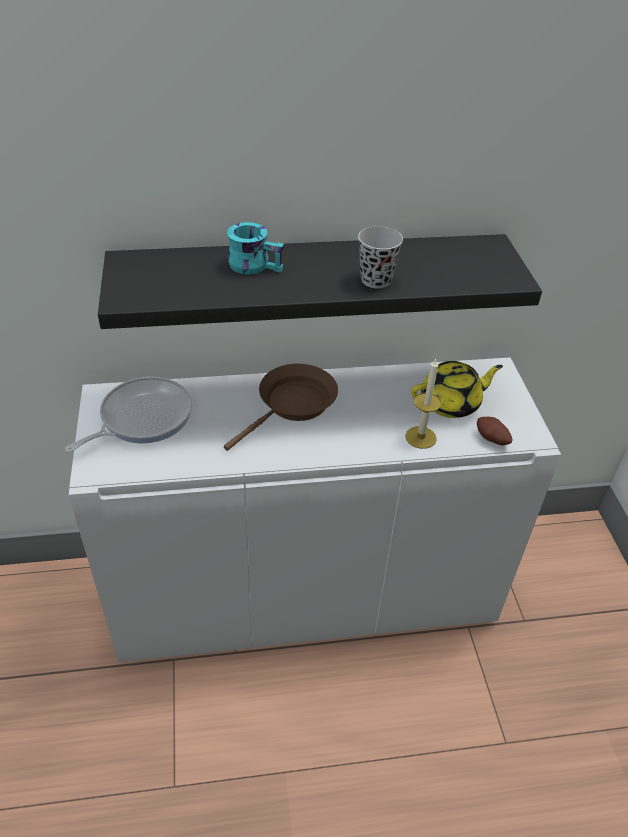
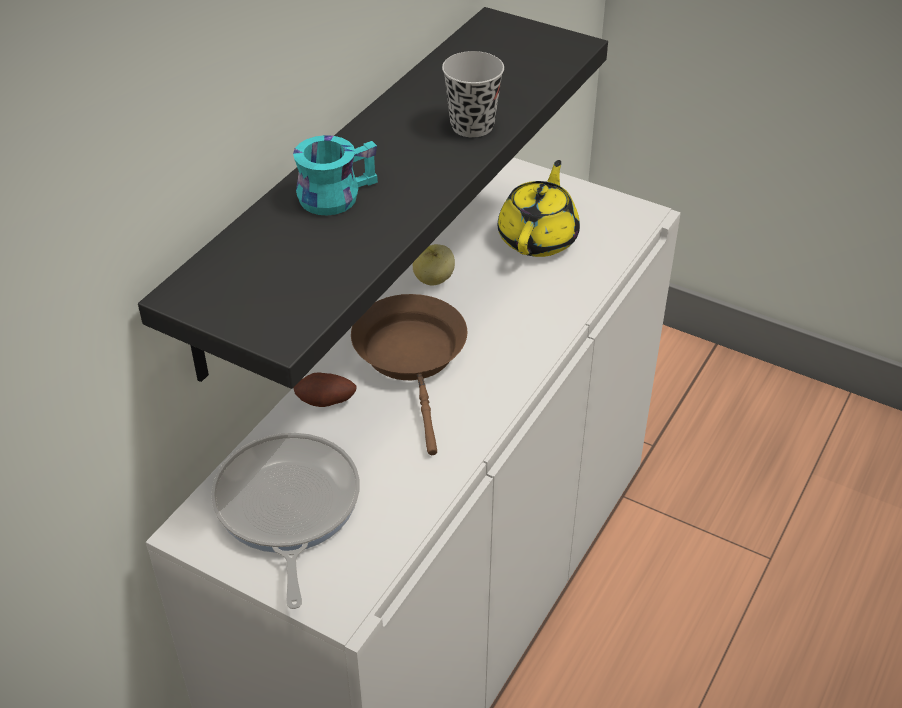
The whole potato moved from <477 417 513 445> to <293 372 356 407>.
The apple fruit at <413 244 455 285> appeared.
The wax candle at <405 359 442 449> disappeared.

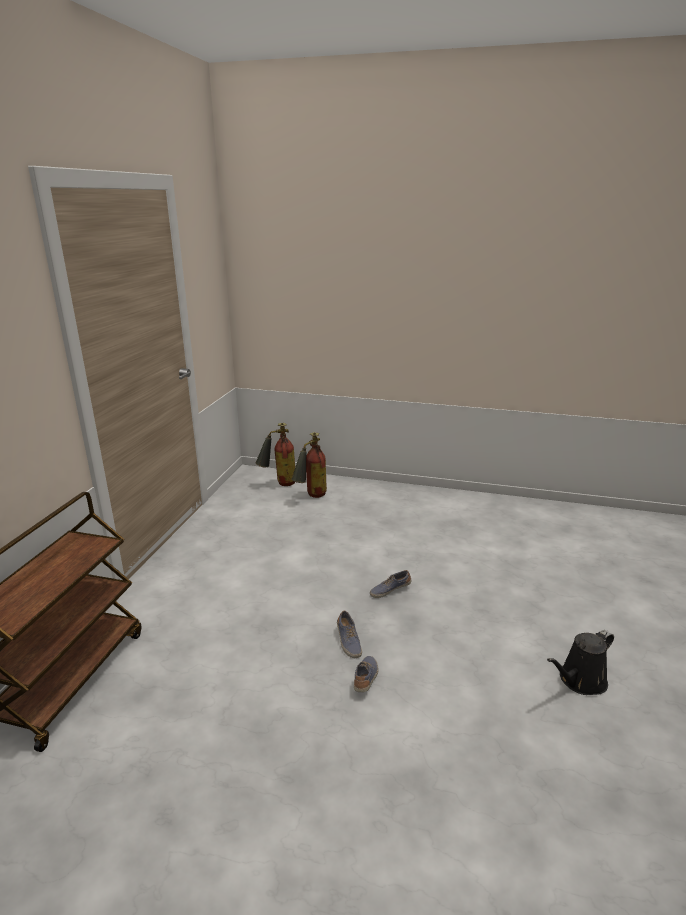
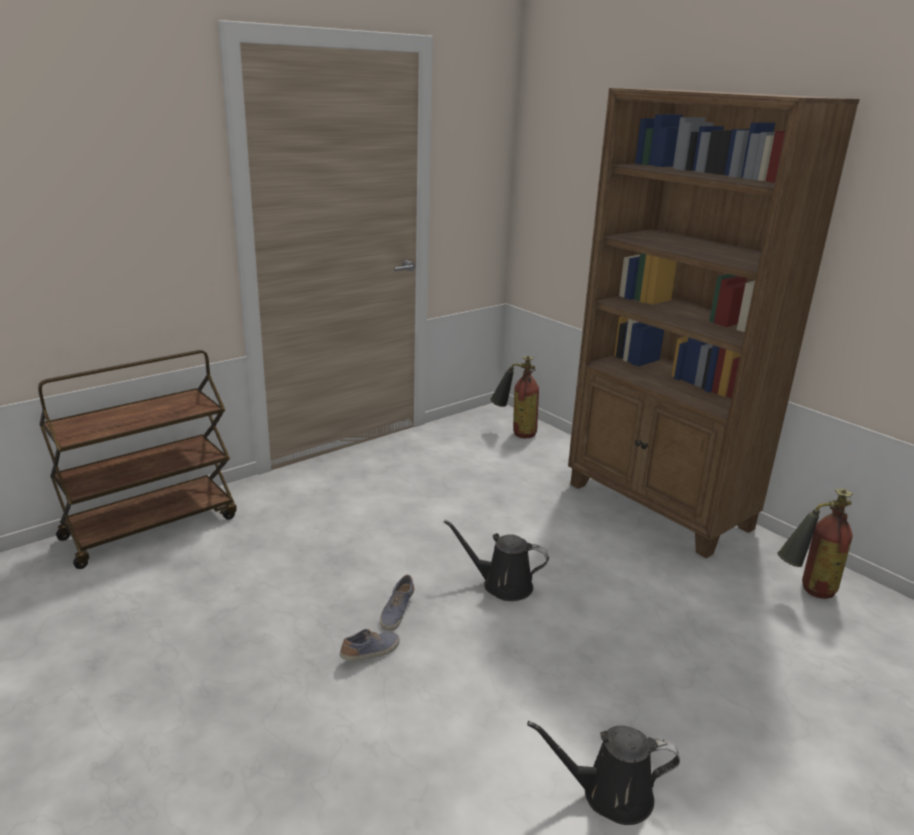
The item of footwear at <370 570 411 598> was replaced by the sprinkling can (black-coloured) at <444 520 549 601>.
The shelving unit (brownish) at <568 88 860 558> appeared.
The extinguisher moved from <291 432 327 498> to <777 488 853 599>.

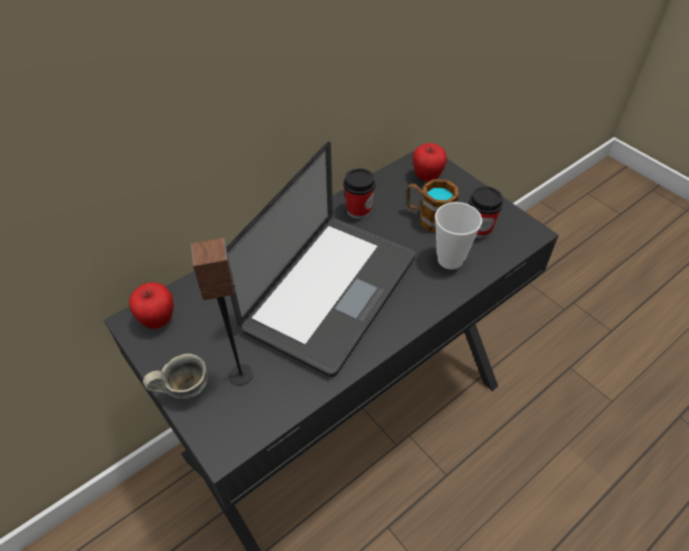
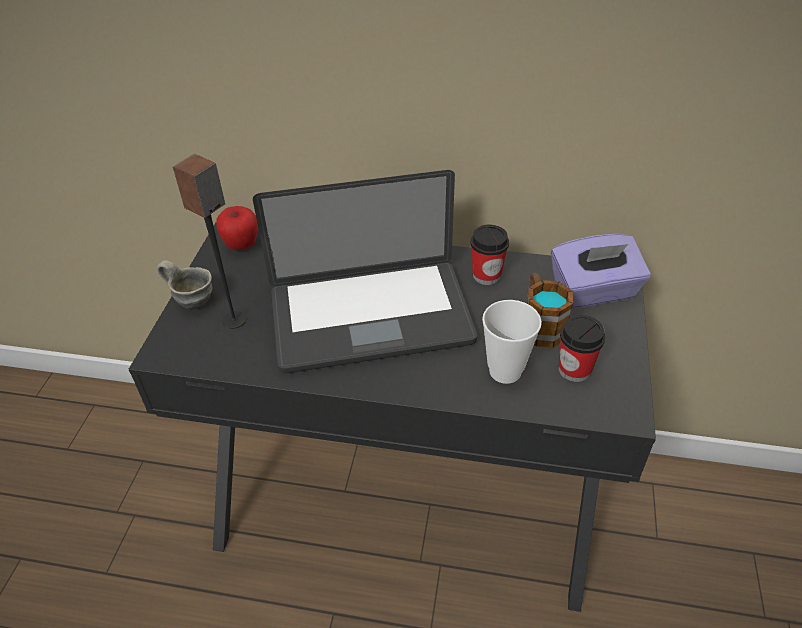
The apple fruit at <413 143 447 181> was replaced by the tissue box (purple-coloured) at <551 234 651 308>.

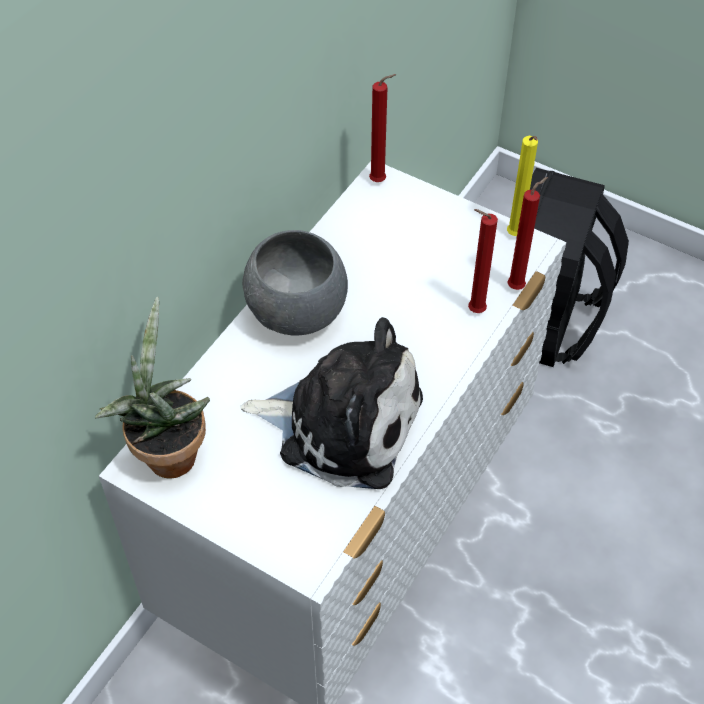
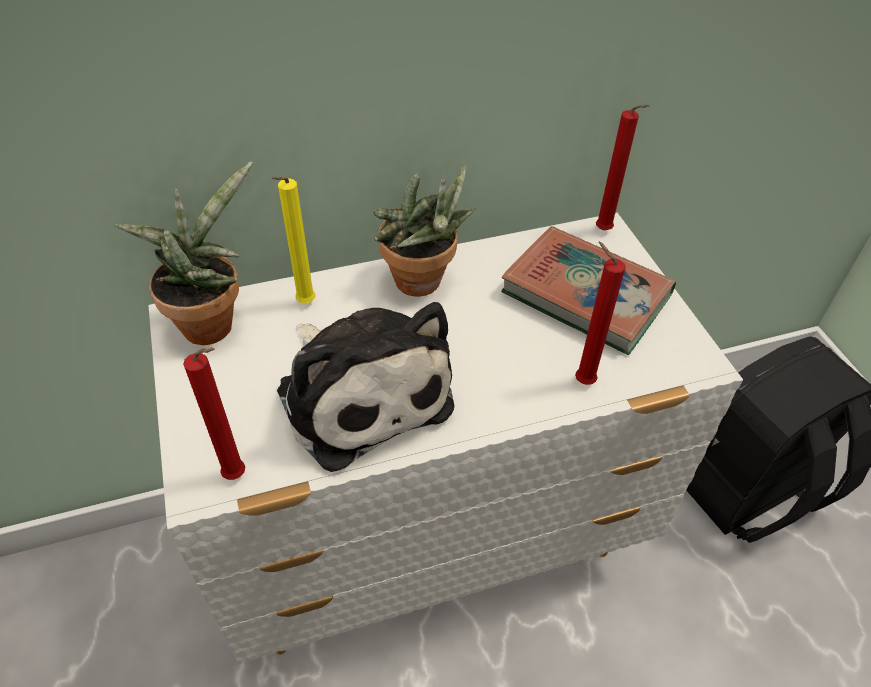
The wax candle (reddish) moved from <507 177 548 290> to <183 348 246 480>.
The wax candle (yellow) moved from <507 136 538 236> to <272 177 316 303>.
The serving bowl (gray) at <242 230 348 336> was replaced by the potted plant at <373 165 476 297>.
The book at <501 226 676 355> appeared.

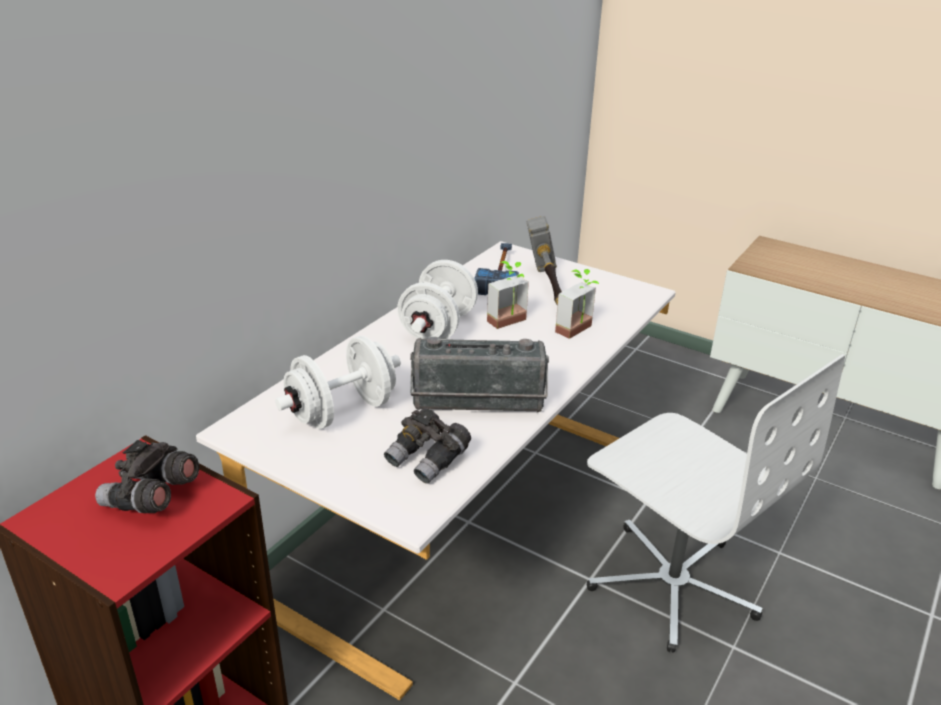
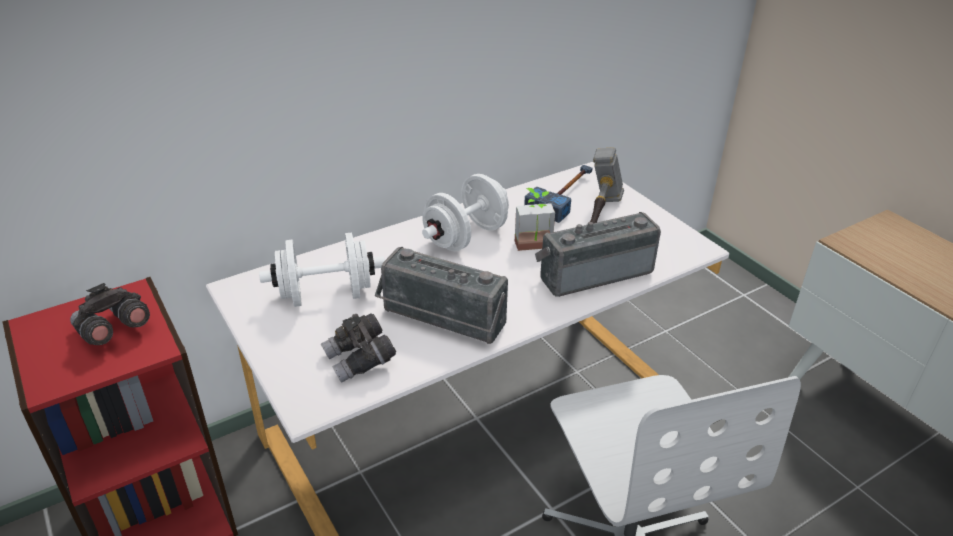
The potted plant at <555 269 599 339> was replaced by the radio set at <535 212 661 297>.

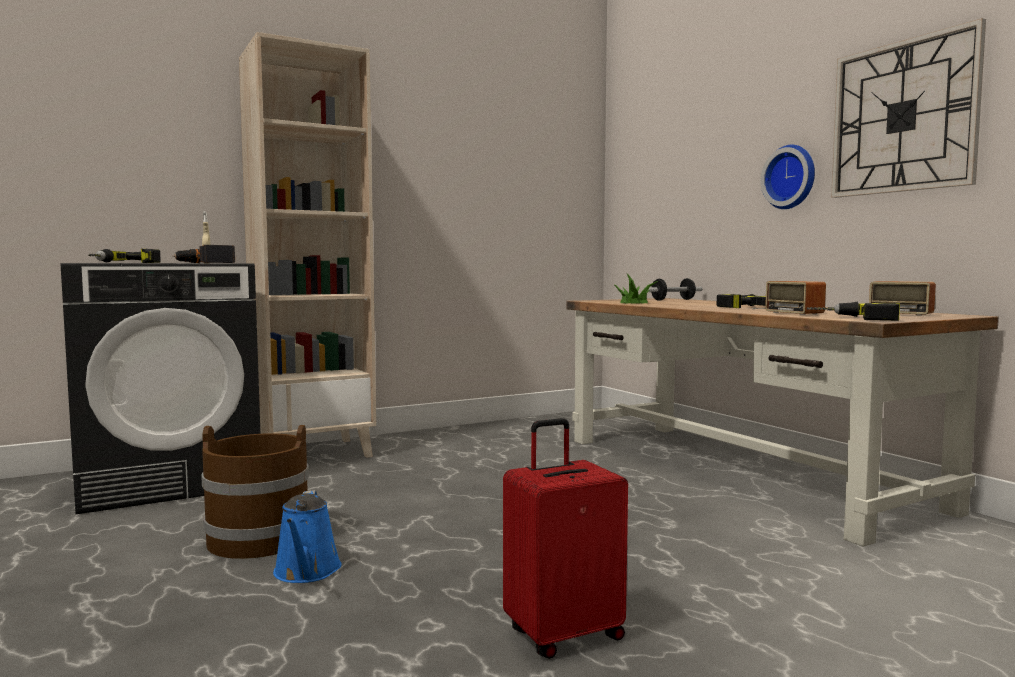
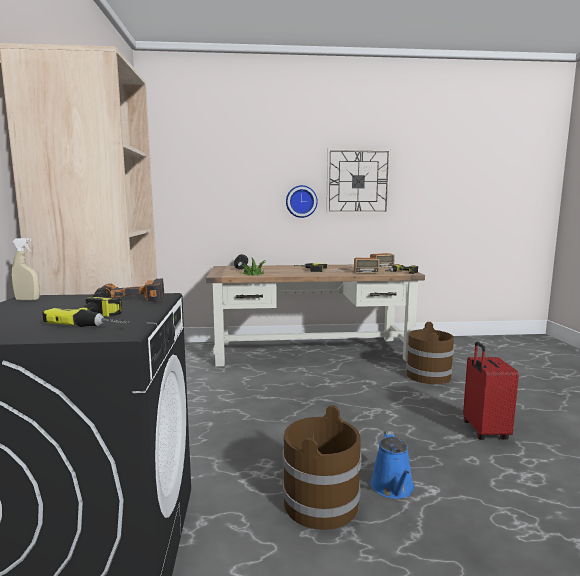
The sprinkling can (bluish) at <273 490 342 583> turned 75 degrees clockwise.
The pail (brownish) at <406 322 454 385> appeared.

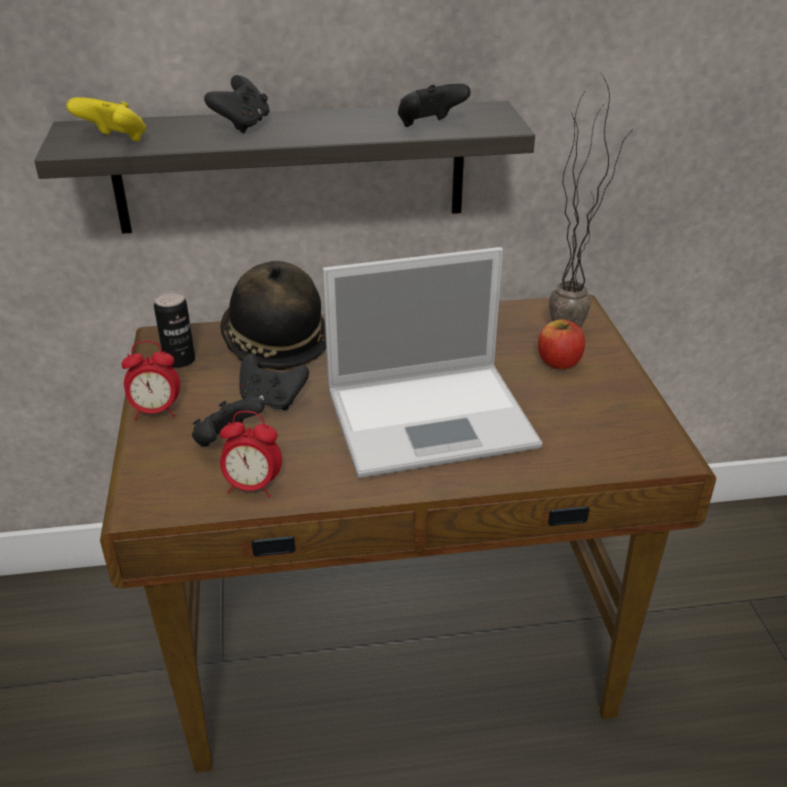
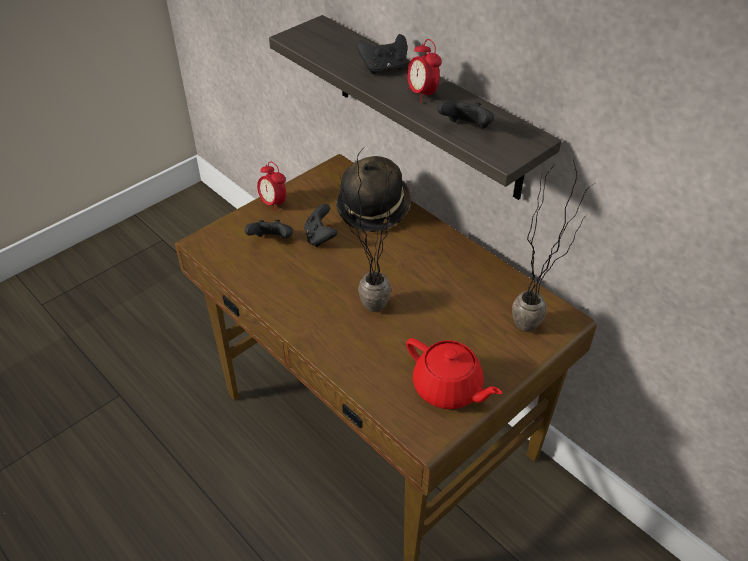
The laptop at <322 247 542 478> was replaced by the potted plant at <338 149 392 312>.
The tea pot (reddish) at <406 338 502 409> appeared.
The table clock moved from <220 411 282 497> to <407 39 442 102>.
The joypad (yellow) at <66 97 146 142> disappeared.
The sealed can at <154 291 195 368> disappeared.
The apple fruit at <538 319 585 369> disappeared.

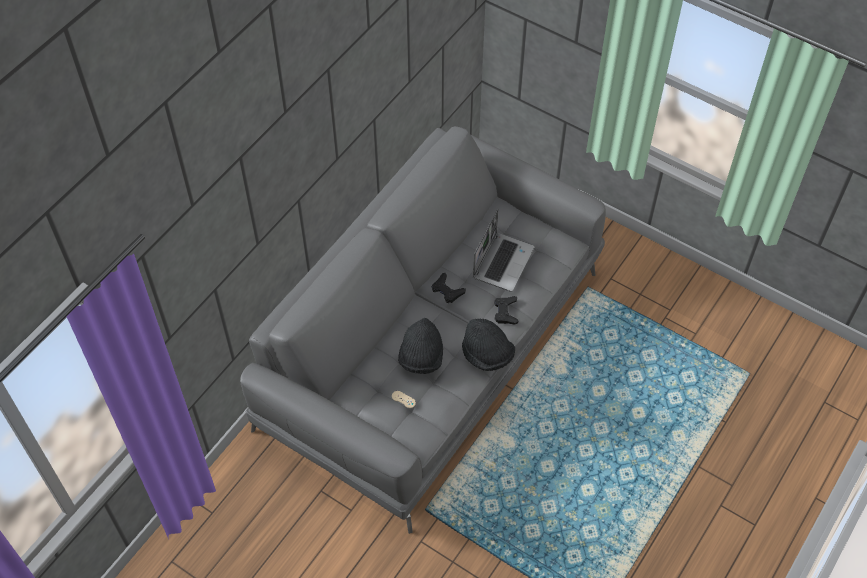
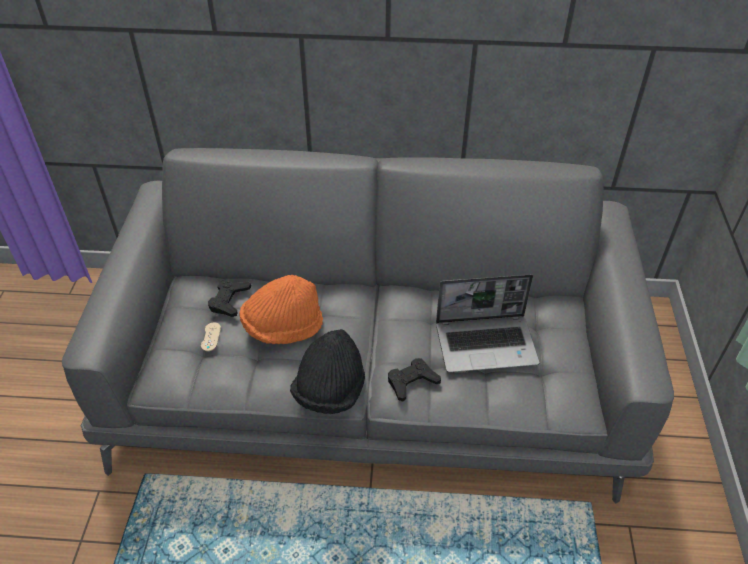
The joypad (black-coloured) moved from <432 273 466 303> to <208 280 251 317>.
The wearable hat (black-coloured) at <398 318 443 374> became the wearable hat (orange-coloured) at <239 275 323 344>.

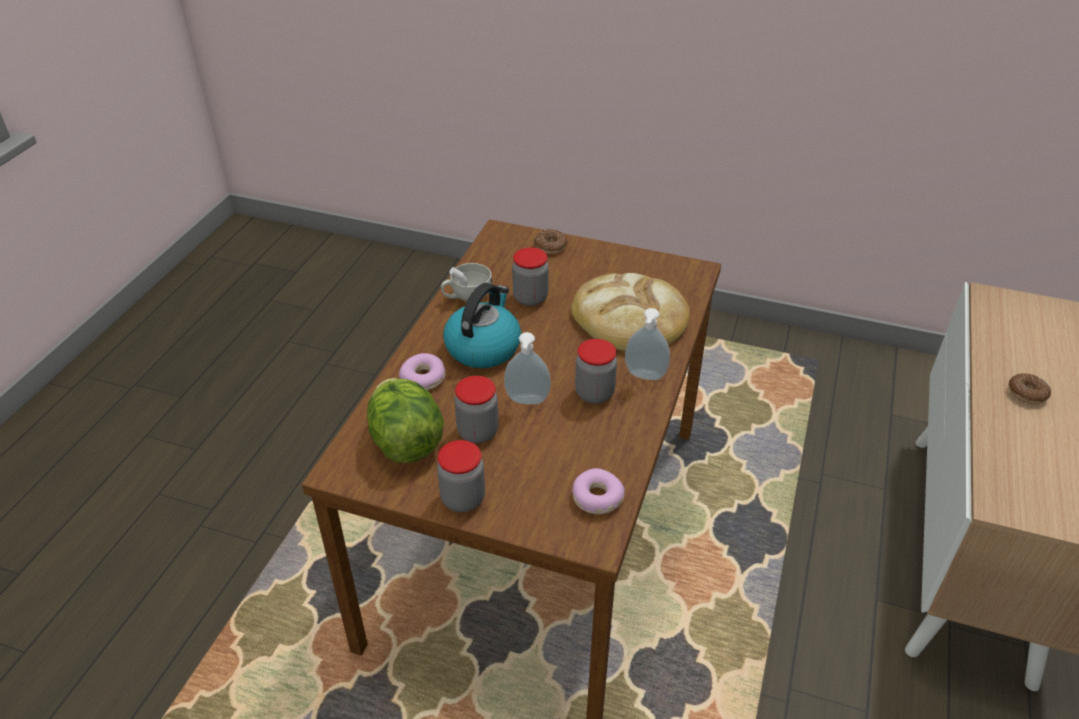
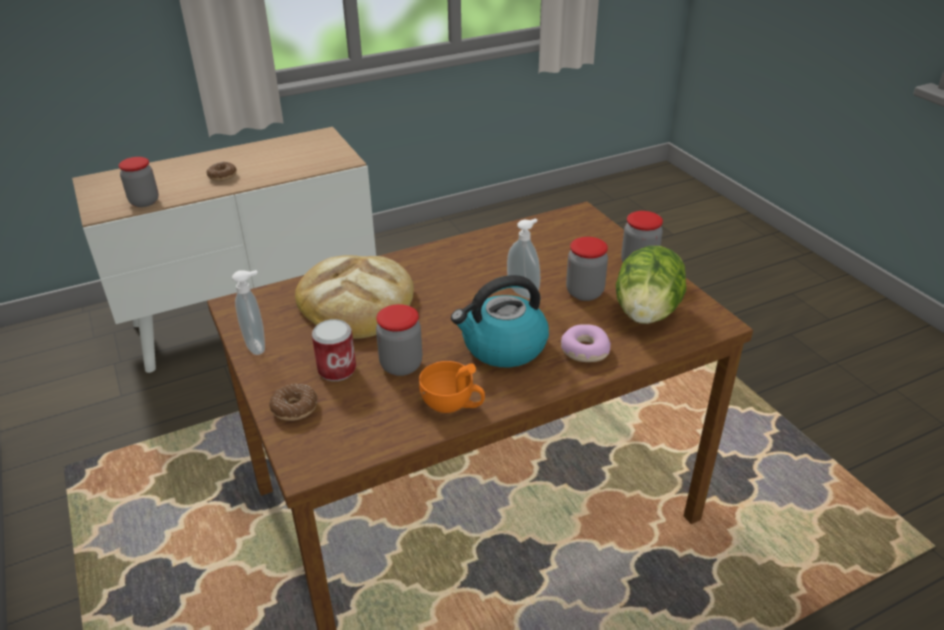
The jar moved from <575 339 617 404> to <119 157 159 207>.
The soap bottle moved from <625 308 670 380> to <232 270 265 355>.
The sealed can at <312 319 356 381> appeared.
The small cup (white-coloured) at <441 263 492 301> became the small cup (orange-coloured) at <419 361 485 413>.
The doughnut at <572 468 625 514> disappeared.

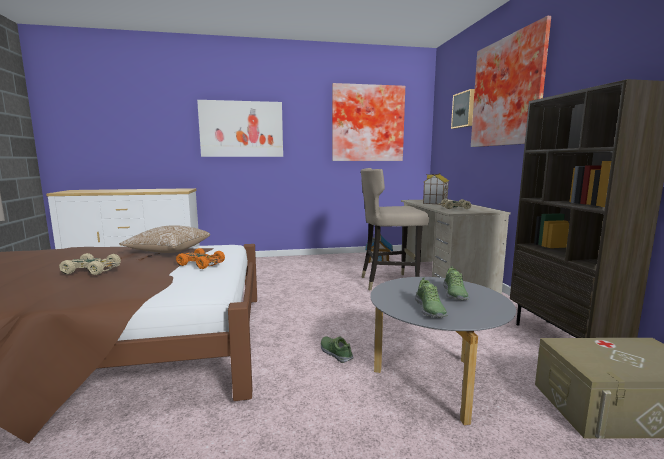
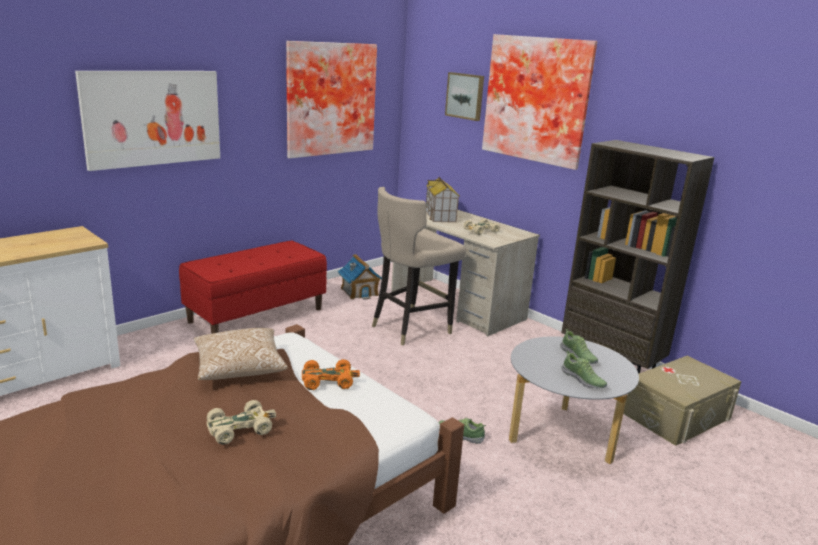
The long seat (reddish) at <179 240 327 334> appeared.

